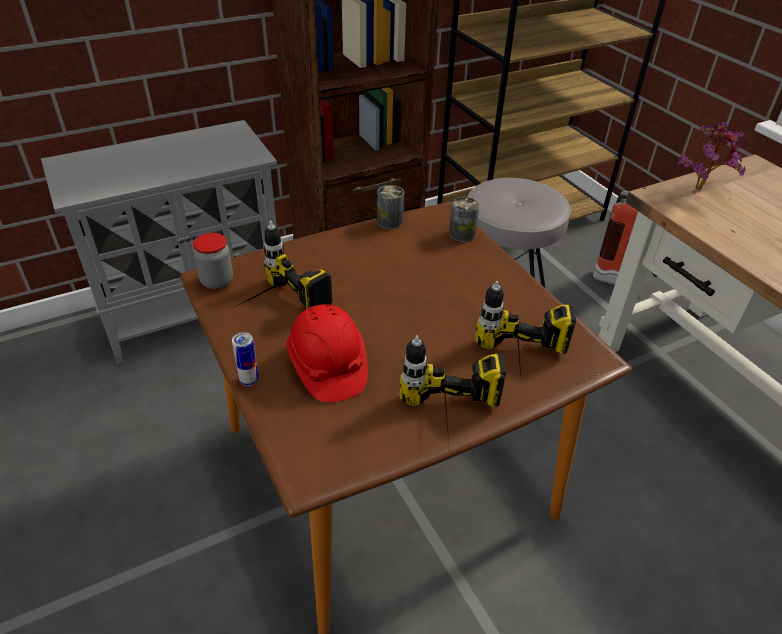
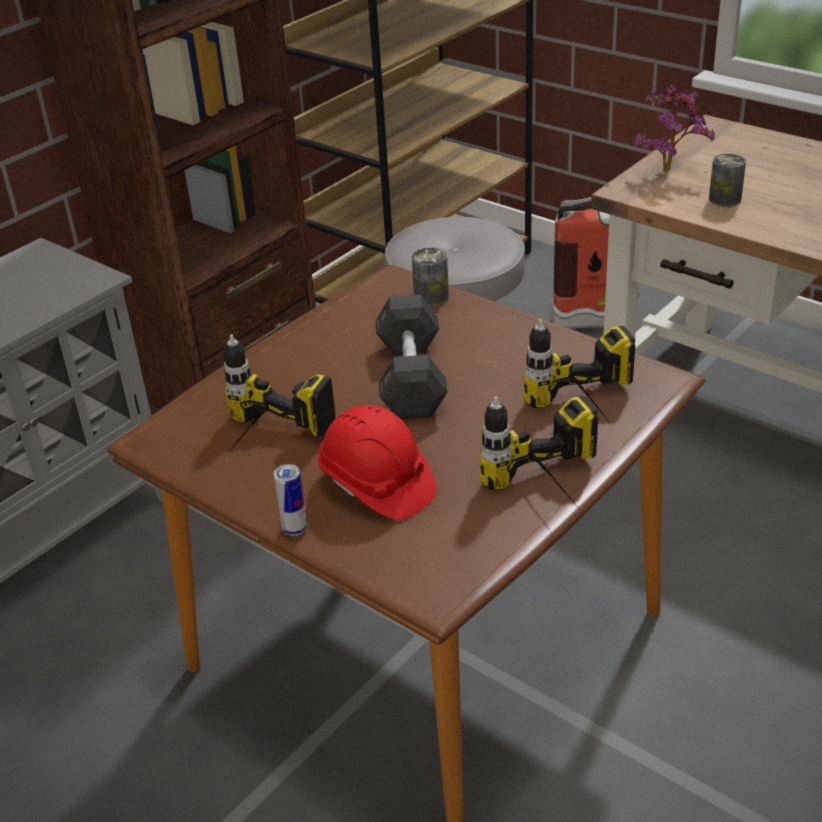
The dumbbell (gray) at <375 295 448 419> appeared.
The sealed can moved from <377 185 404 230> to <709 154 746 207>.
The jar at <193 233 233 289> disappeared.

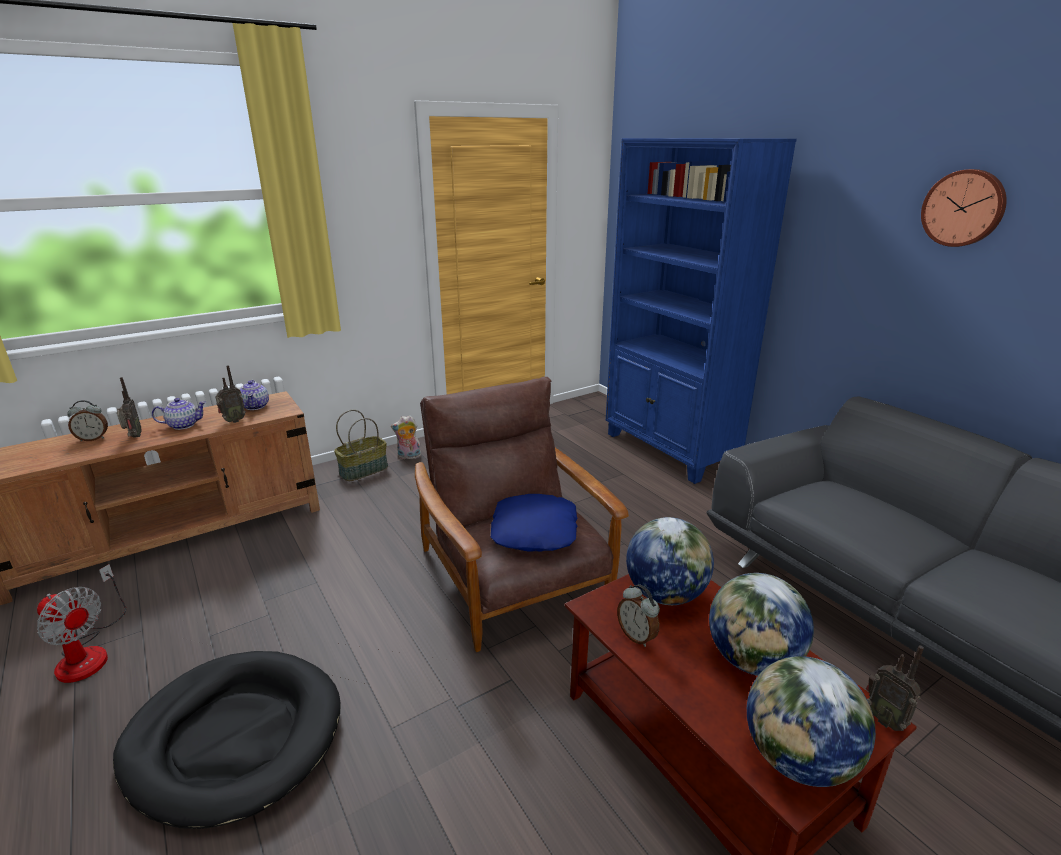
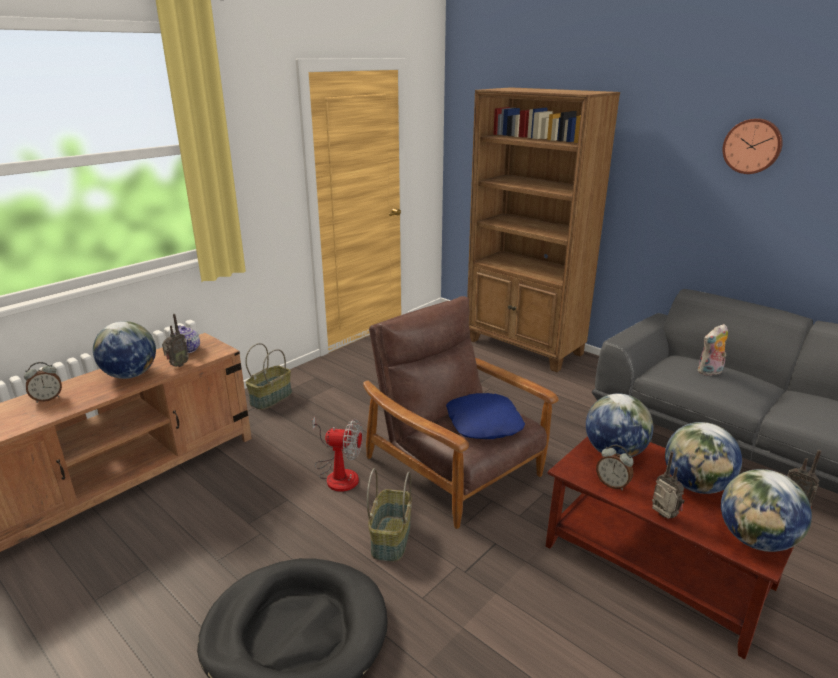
The tea pot at <152 398 206 430> was replaced by the desk globe at <93 321 156 379>.
The fan moved from <37 564 126 683> to <312 417 363 492>.
The household basket at <367 468 412 562> appeared.
The shelving unit (bluish) at <606 138 797 484> became the shelving unit (brownish) at <467 87 620 372>.
The radio set moved from <117 377 141 438> to <652 451 685 519>.
The cuddly toy moved from <391 415 421 459> to <697 324 728 376>.

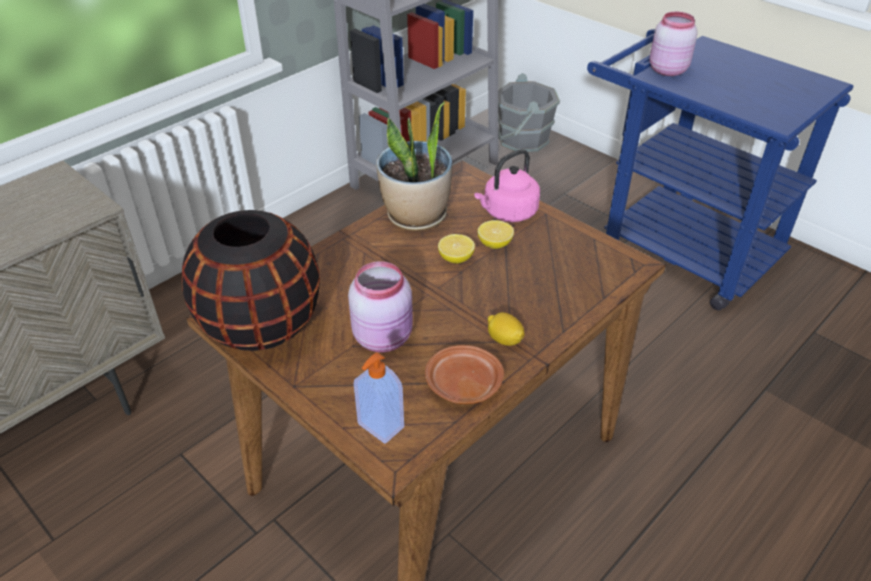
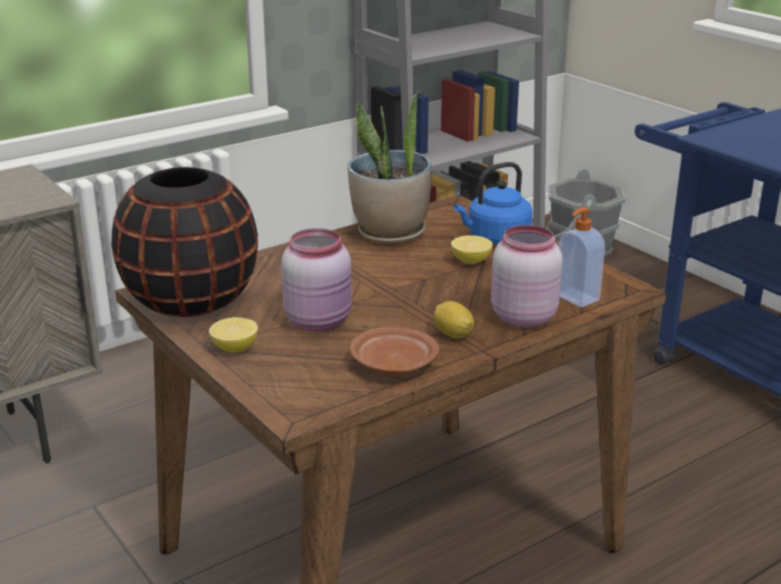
The citrus fruit moved from <438 234 475 264> to <209 317 258 353>.
The water kettle (pinkish) at <474 149 540 222> became the water kettle (bluish) at <454 162 533 244>.
The jar (pinkish) moved from <649 12 698 76> to <491 225 563 327>.
The soap bottle moved from <354 352 404 444> to <558 207 605 307>.

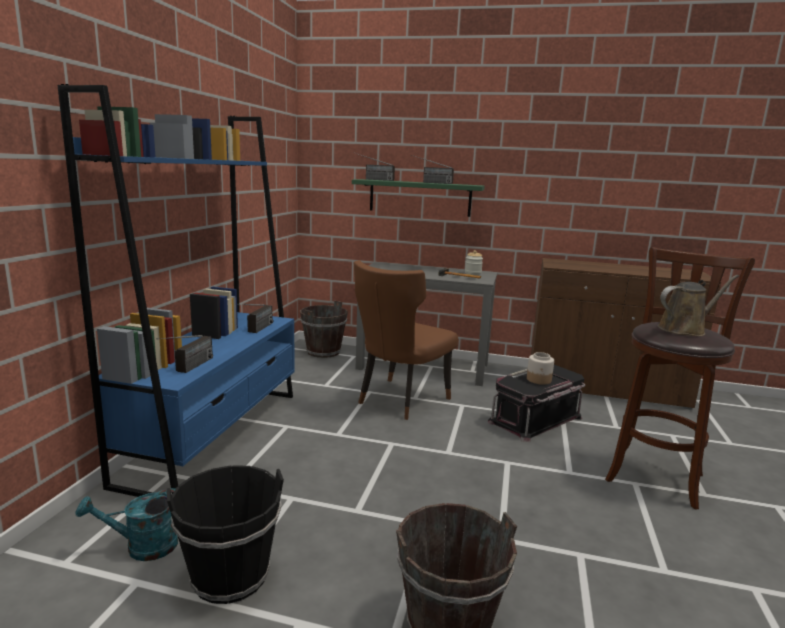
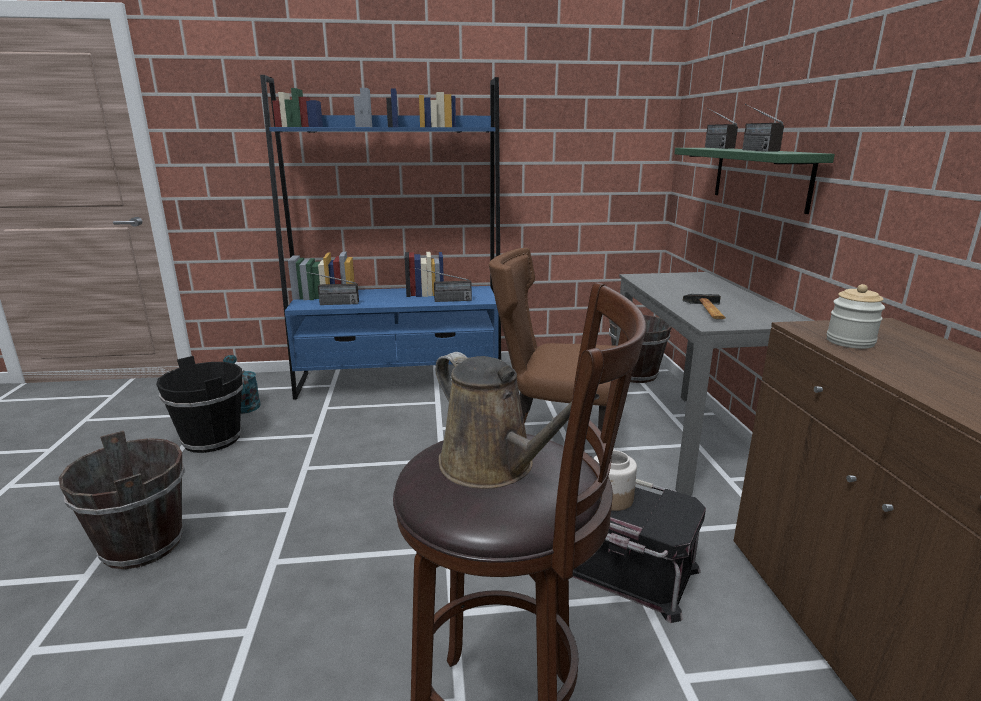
The jar moved from <465 250 483 275> to <827 284 885 349>.

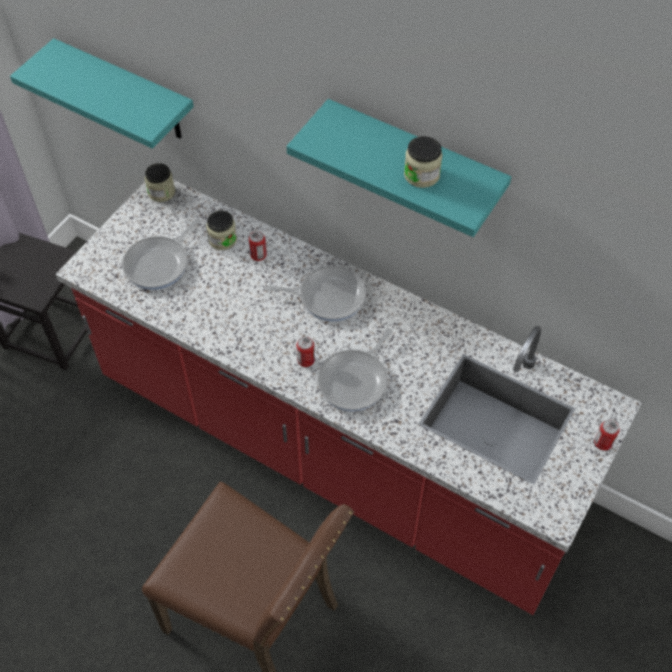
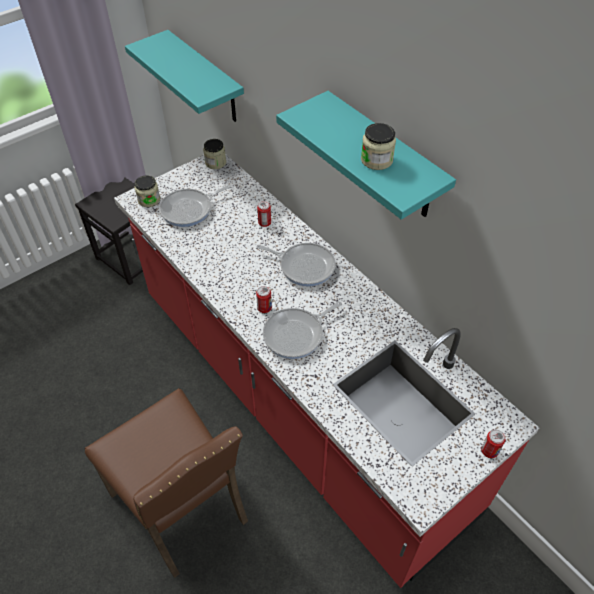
The jar moved from <206 211 237 250> to <135 175 160 207>.

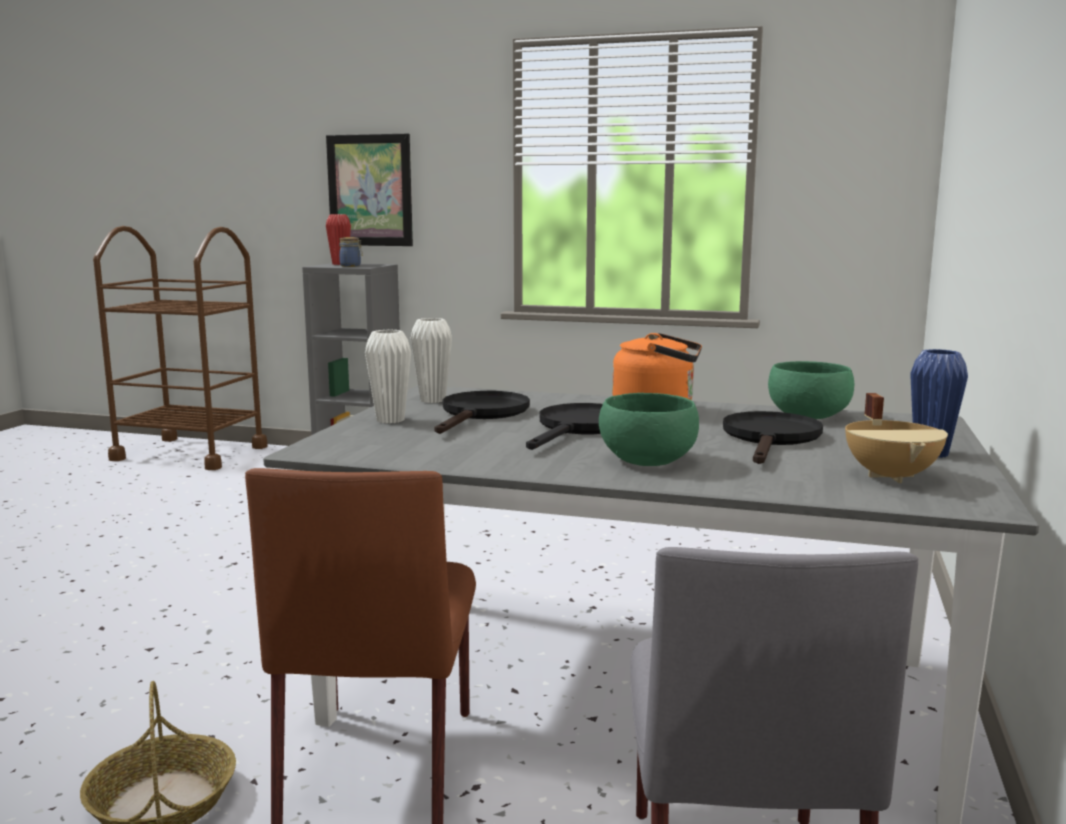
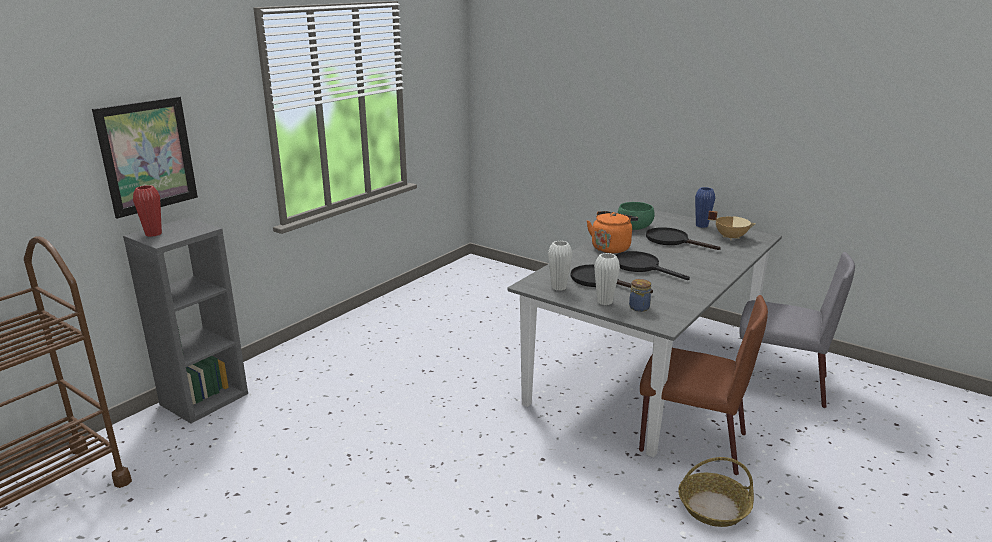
The jar moved from <339 237 363 267> to <629 279 651 312>.
The serving bowl (green) at <599 393 699 466> disappeared.

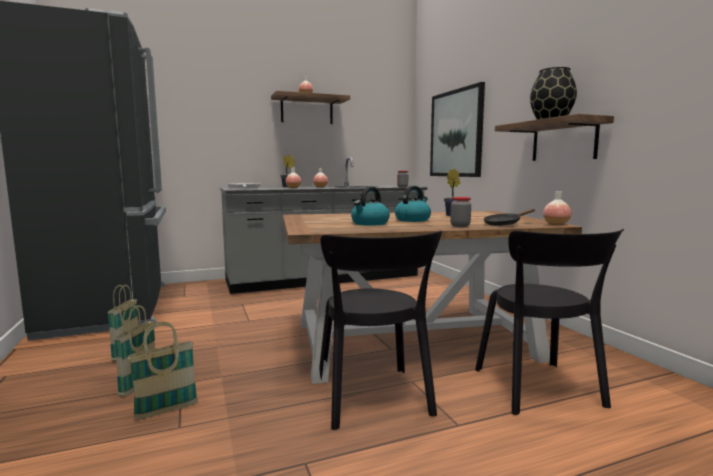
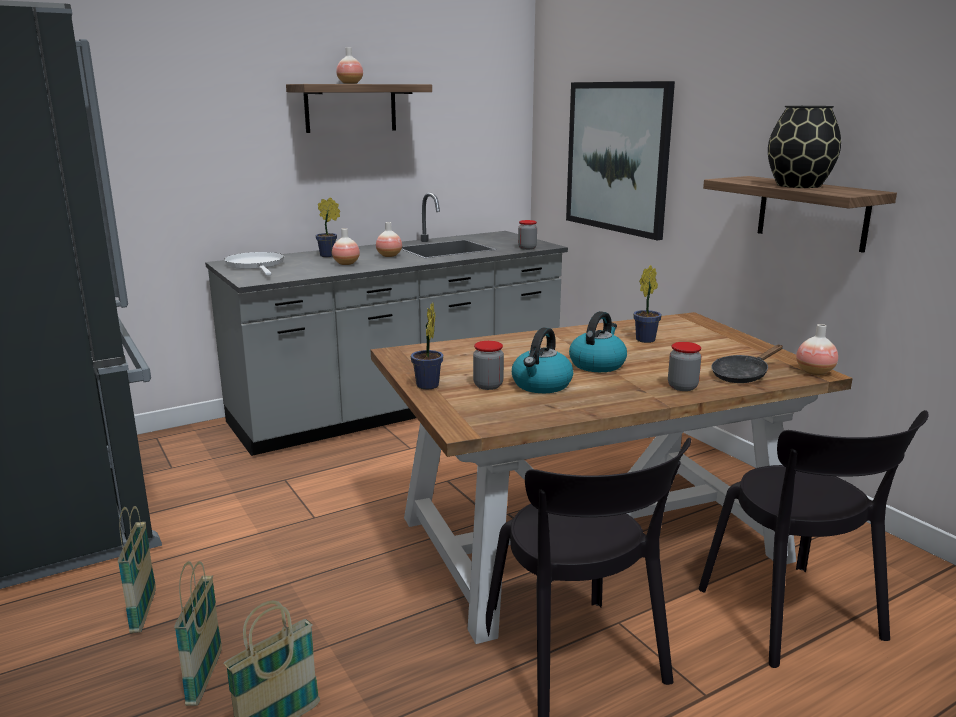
The potted plant at <411 303 443 389> appeared.
The jar at <473 341 504 390> appeared.

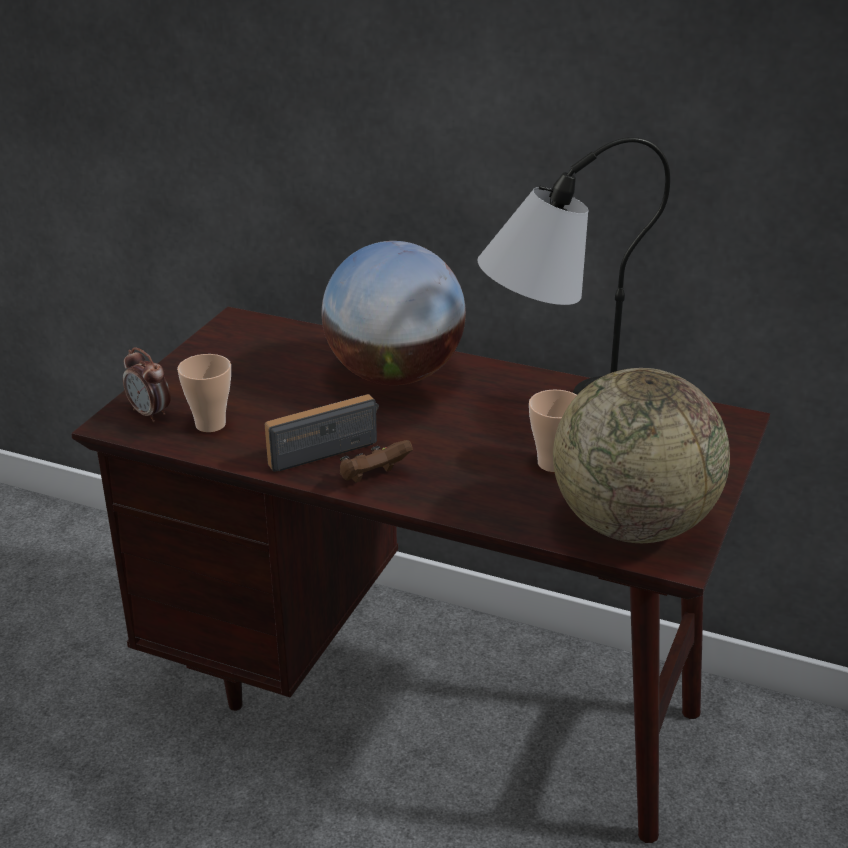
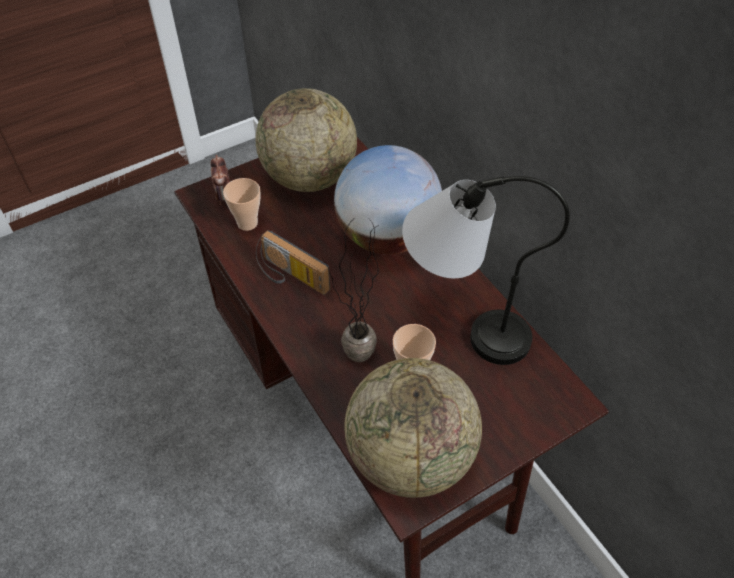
The desk globe at <256 88 357 192> appeared.
The radio set at <265 394 379 472> turned 150 degrees counterclockwise.
The potted plant at <321 217 379 362> appeared.
The joypad (brownish) at <340 440 413 483> disappeared.

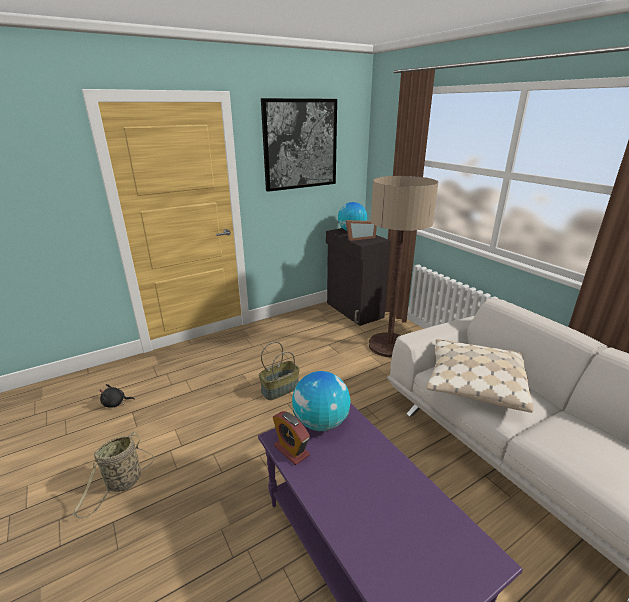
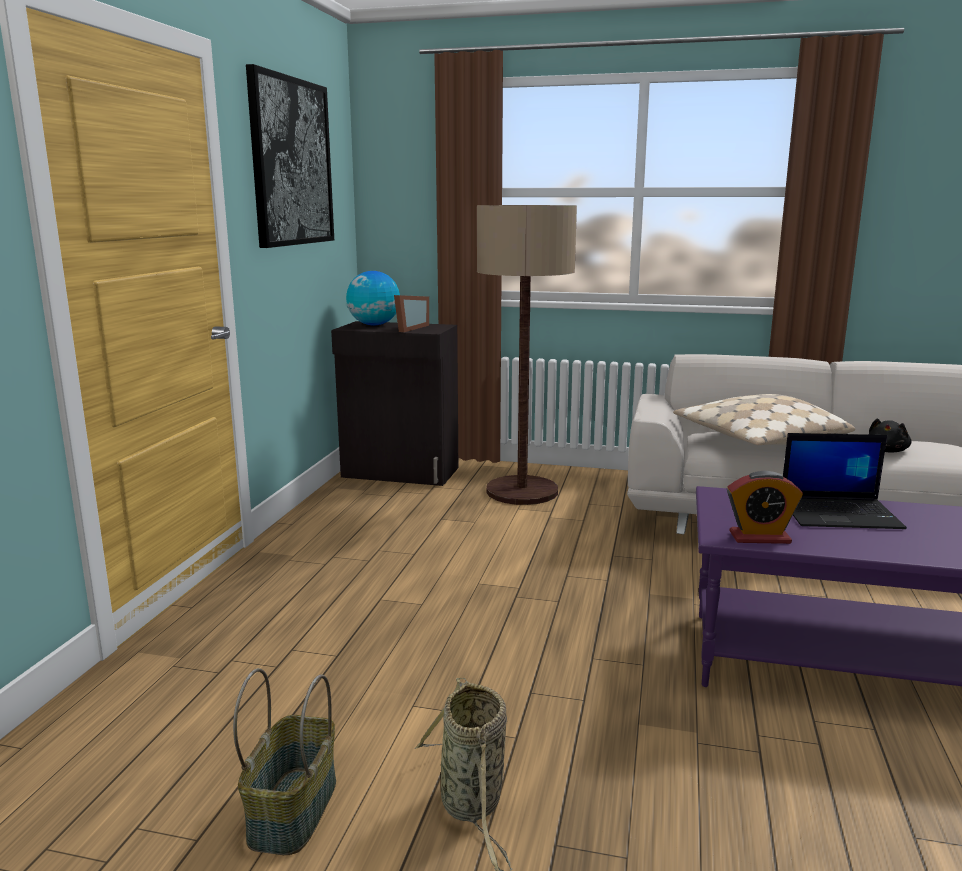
The household basket moved from <259 342 300 400> to <233 668 336 855>.
The laptop at <783 433 907 529> appeared.
The cuddly toy (black-coloured) moved from <99 384 135 408> to <868 418 912 453>.
The desk globe at <292 371 351 431> disappeared.

